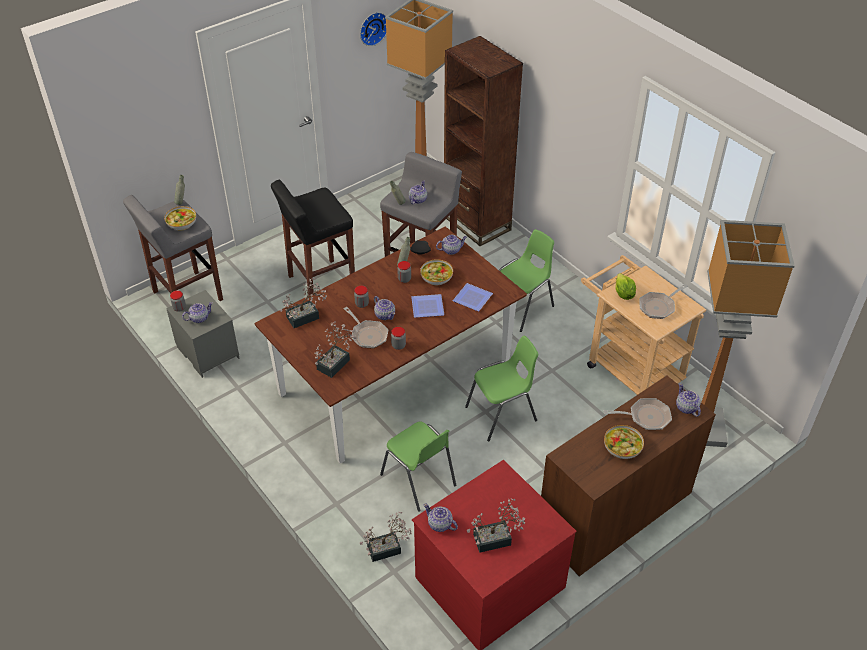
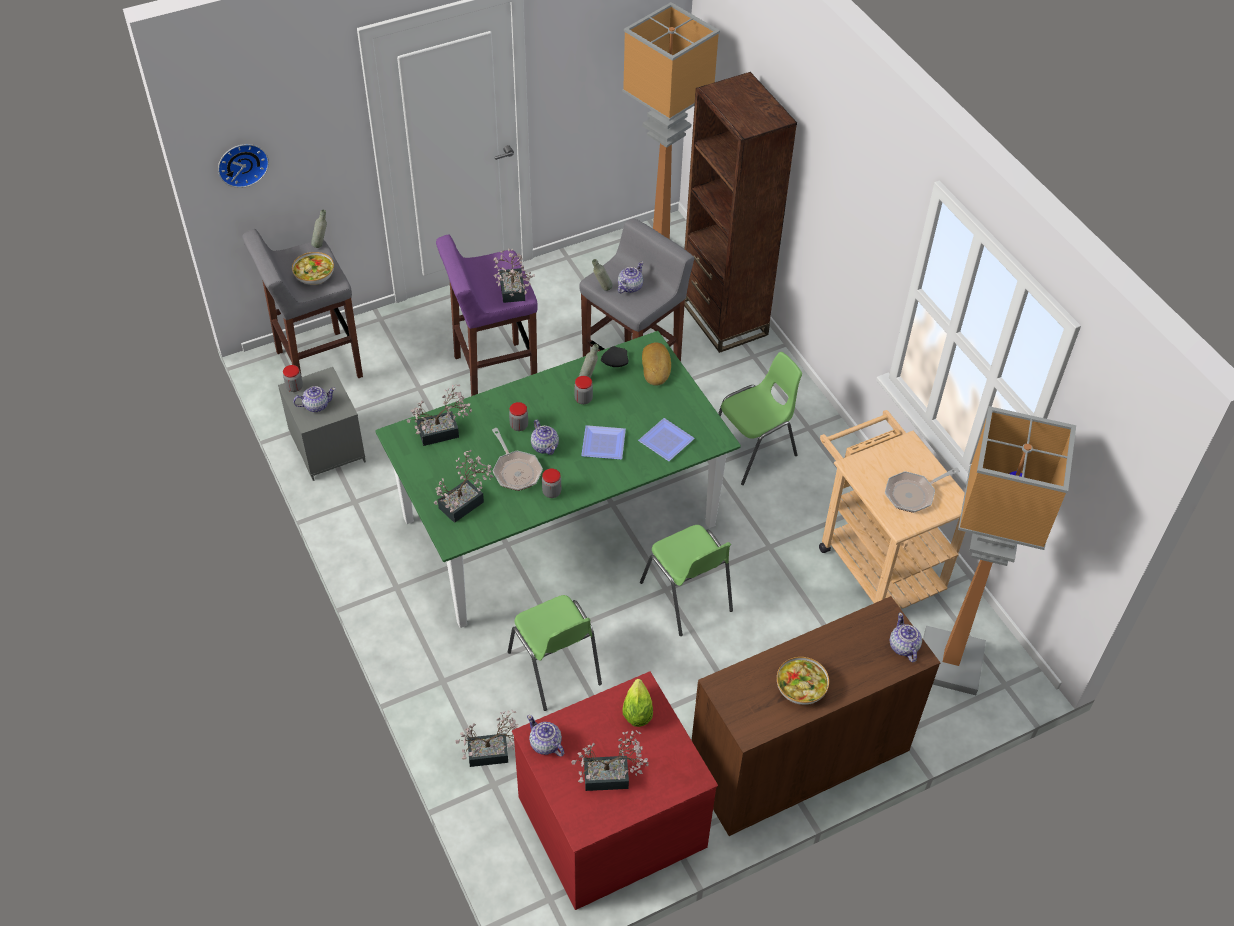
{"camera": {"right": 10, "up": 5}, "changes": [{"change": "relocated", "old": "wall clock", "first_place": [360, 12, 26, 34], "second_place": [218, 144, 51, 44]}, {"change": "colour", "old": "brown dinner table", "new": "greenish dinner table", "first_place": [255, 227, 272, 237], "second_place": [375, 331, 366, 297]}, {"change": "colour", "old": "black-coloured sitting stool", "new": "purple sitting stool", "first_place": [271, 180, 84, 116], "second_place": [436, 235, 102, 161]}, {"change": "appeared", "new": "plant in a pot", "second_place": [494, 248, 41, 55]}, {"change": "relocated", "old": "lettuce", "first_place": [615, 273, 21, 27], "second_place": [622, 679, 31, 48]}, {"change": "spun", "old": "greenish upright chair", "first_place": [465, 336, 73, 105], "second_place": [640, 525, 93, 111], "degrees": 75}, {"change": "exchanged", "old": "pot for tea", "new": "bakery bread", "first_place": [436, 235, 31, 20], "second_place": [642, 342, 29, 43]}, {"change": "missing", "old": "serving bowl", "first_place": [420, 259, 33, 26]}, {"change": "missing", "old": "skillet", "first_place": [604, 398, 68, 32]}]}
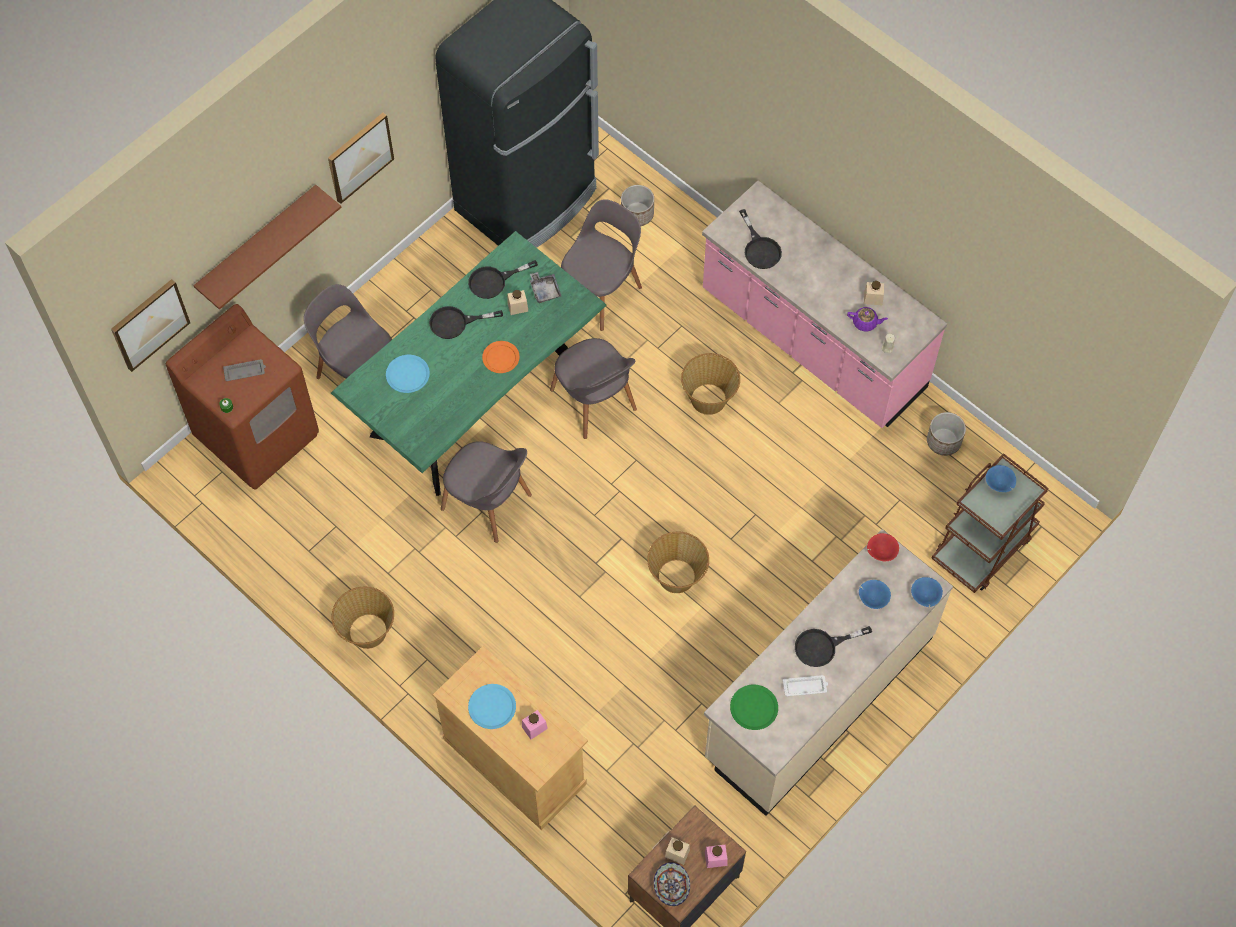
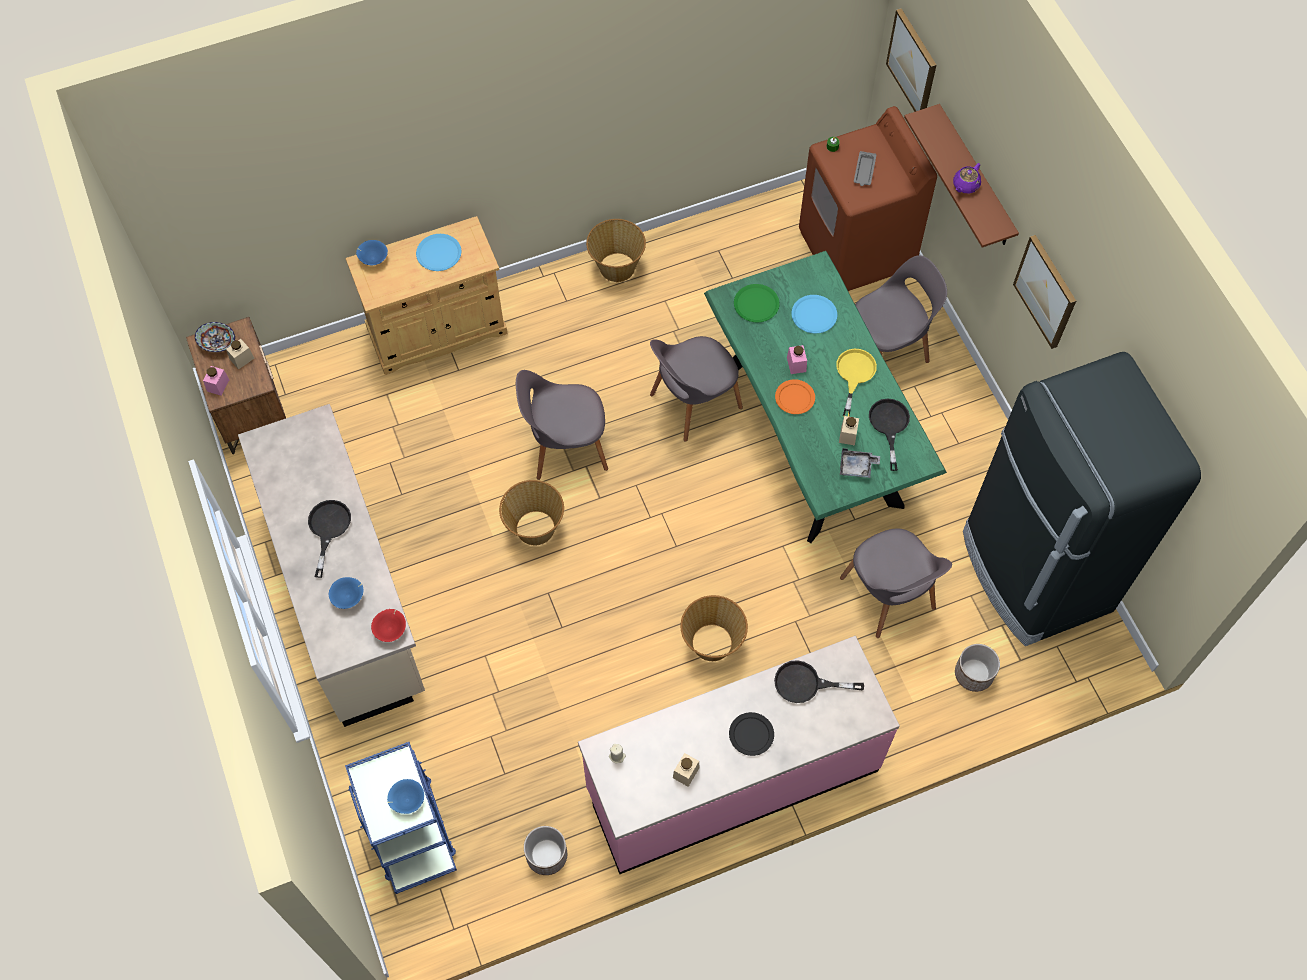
{"camera": {"right": 115, "up": 0}, "changes": [{"change": "colour", "old": "brown trolley", "new": "blue trolley", "first_place": [931, 453, 118, 140], "second_place": [345, 742, 112, 152]}, {"change": "relocated", "old": "blue serving bowl", "first_place": [911, 577, 32, 30], "second_place": [356, 240, 32, 25]}, {"change": "relocated", "old": "greyish upright chair", "first_place": [550, 338, 87, 101], "second_place": [516, 370, 92, 110]}, {"change": "appeared", "new": "black-coloured plate", "second_place": [729, 712, 45, 44]}, {"change": "relocated", "old": "greenish plate", "first_place": [730, 685, 48, 45], "second_place": [734, 284, 46, 38]}, {"change": "relocated", "old": "pink preserve jar", "first_place": [522, 710, 26, 29], "second_place": [787, 345, 20, 29]}, {"change": "colour", "old": "black-coloured skillet", "new": "yellow skillet", "first_place": [429, 306, 74, 33], "second_place": [836, 349, 41, 68]}, {"change": "relocated", "old": "purple pot for tea", "first_place": [847, 307, 41, 24], "second_place": [953, 163, 28, 30]}, {"change": "missing", "old": "white carrying tray", "first_place": [783, 675, 45, 21]}]}
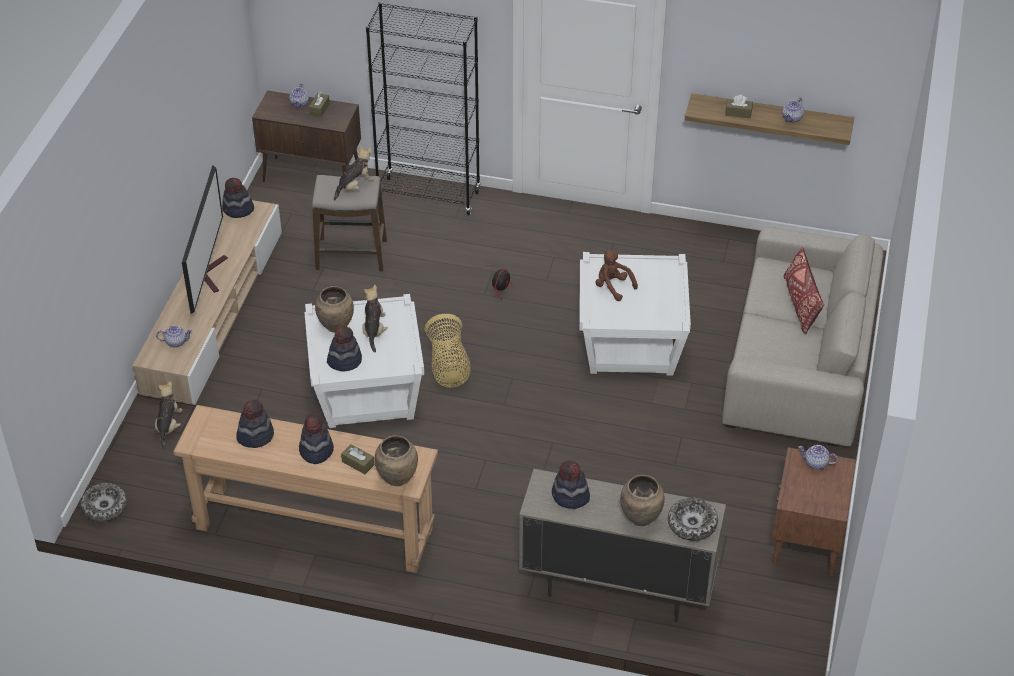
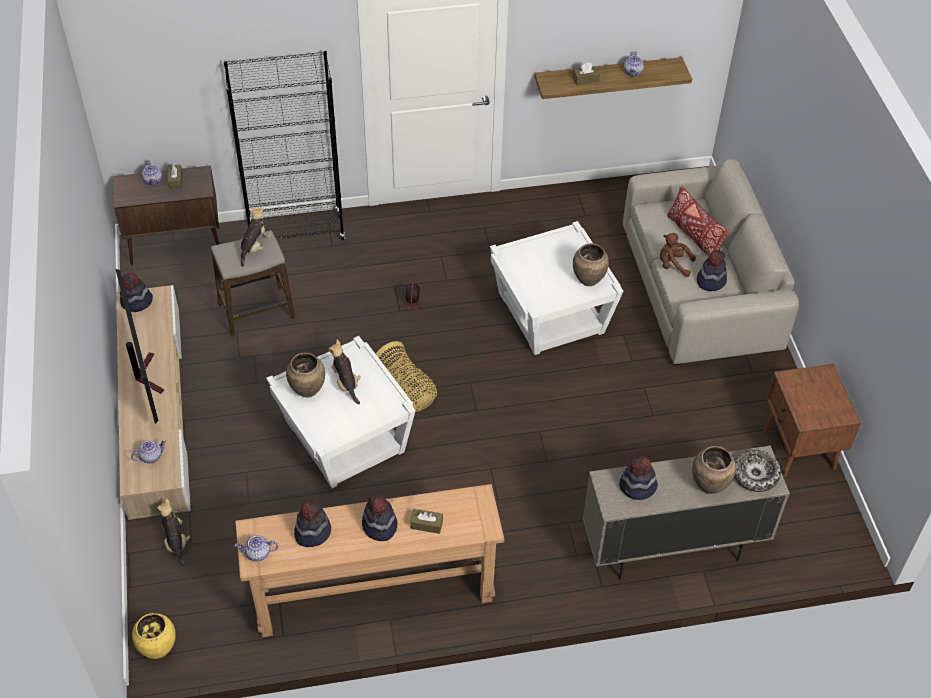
{"camera": {"right": -25, "up": 5}, "changes": [{"change": "exchanged", "old": "serving bowl", "new": "yellow flower vase", "first_place": [81, 483, 46, 39], "second_place": [132, 613, 44, 46]}, {"change": "relocated", "old": "pot for tea", "first_place": [799, 445, 39, 25], "second_place": [235, 535, 43, 26]}, {"change": "relocated", "old": "brown flower vase", "first_place": [375, 435, 43, 51], "second_place": [573, 243, 36, 43]}, {"change": "relocated", "old": "brown cuddly toy", "first_place": [595, 250, 43, 51], "second_place": [660, 233, 36, 44]}, {"change": "relocated", "old": "clothing hat", "first_place": [327, 327, 35, 45], "second_place": [697, 250, 30, 41]}]}
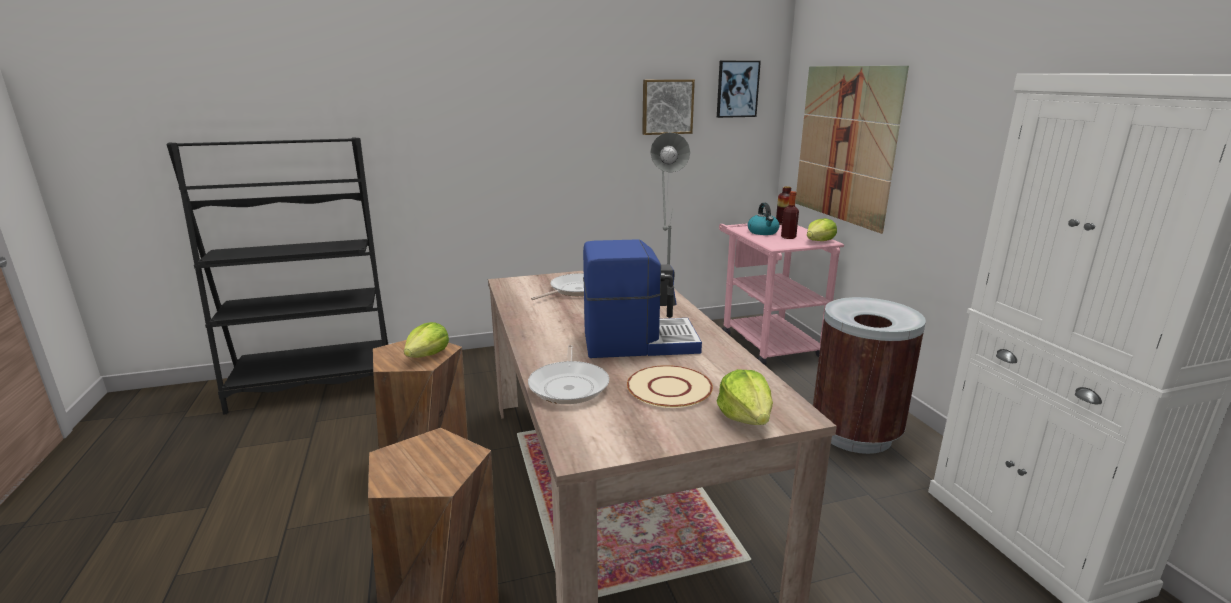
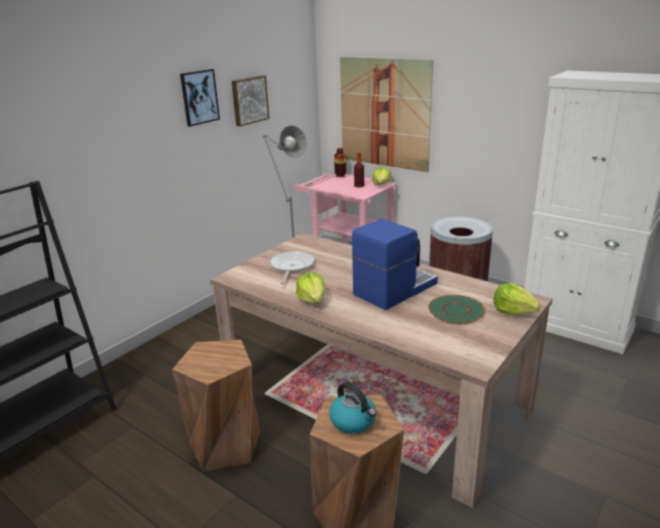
{"camera": {"right": -35, "up": 5}, "changes": [{"change": "relocated", "old": "wall art", "first_place": [717, 61, 44, 57], "second_place": [180, 69, 40, 58]}, {"change": "relocated", "old": "lettuce", "first_place": [404, 322, 45, 35], "second_place": [296, 273, 30, 30]}, {"change": "relocated", "old": "tea kettle", "first_place": [748, 203, 31, 32], "second_place": [329, 382, 47, 52]}, {"change": "colour", "old": "beige plate", "new": "greenish plate", "first_place": [627, 365, 86, 43], "second_place": [428, 295, 57, 29]}, {"change": "missing", "old": "skillet", "first_place": [528, 345, 81, 59]}]}
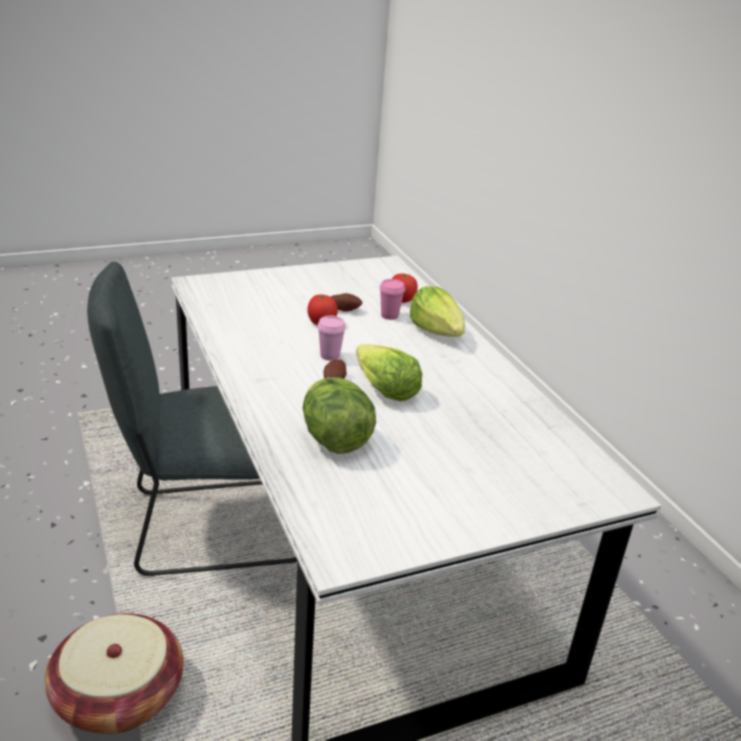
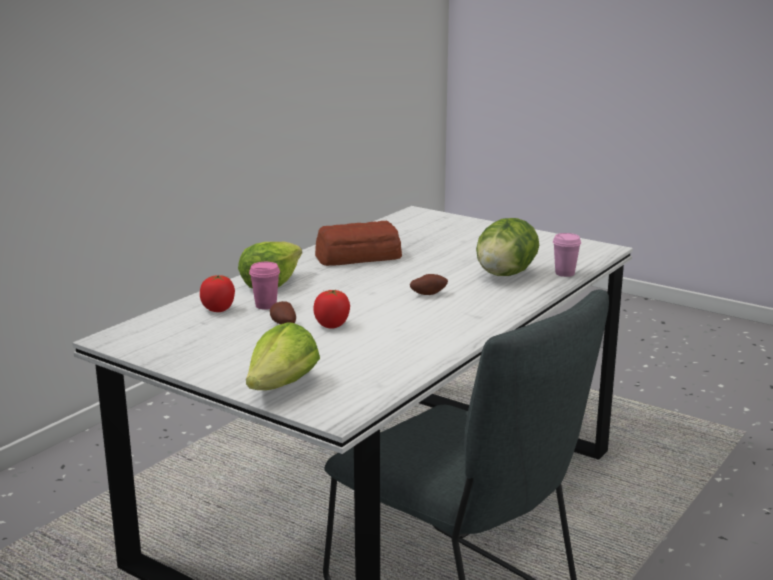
{"camera": {"right": -120, "up": -10}, "changes": [{"change": "relocated", "old": "lettuce", "first_place": [356, 344, 66, 57], "second_place": [246, 323, 74, 67]}, {"change": "appeared", "new": "bakery bread", "second_place": [315, 221, 87, 45]}, {"change": "relocated", "old": "pink cup", "first_place": [317, 316, 29, 45], "second_place": [553, 233, 28, 44]}, {"change": "missing", "old": "storage basket", "first_place": [45, 613, 138, 121]}]}
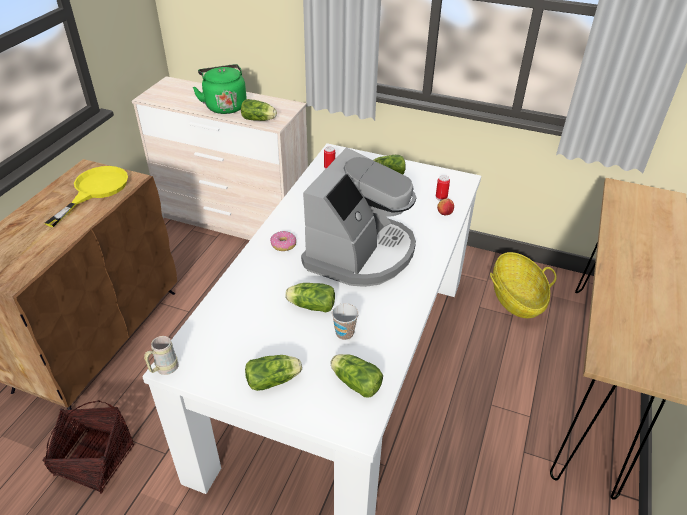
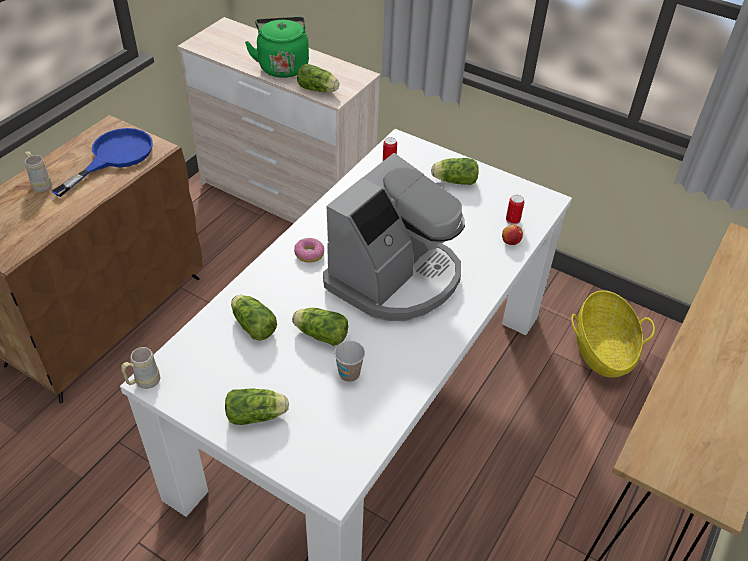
{"camera": {"right": 10, "up": 5}, "changes": [{"change": "appeared", "new": "beige coffee mug", "second_place": [25, 151, 27, 41]}, {"change": "colour", "old": "yellow skillet", "new": "blue skillet", "first_place": [45, 166, 83, 61], "second_place": [52, 128, 101, 69]}, {"change": "relocated", "old": "lettuce", "first_place": [330, 354, 53, 43], "second_place": [231, 295, 46, 46]}, {"change": "missing", "old": "storage basket", "first_place": [42, 400, 92, 94]}]}
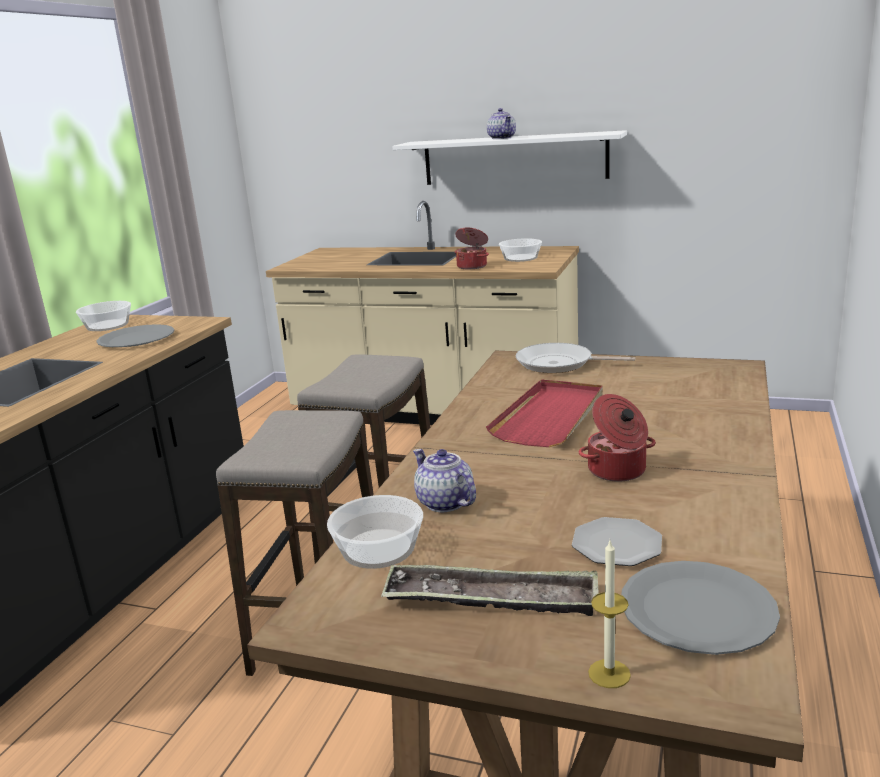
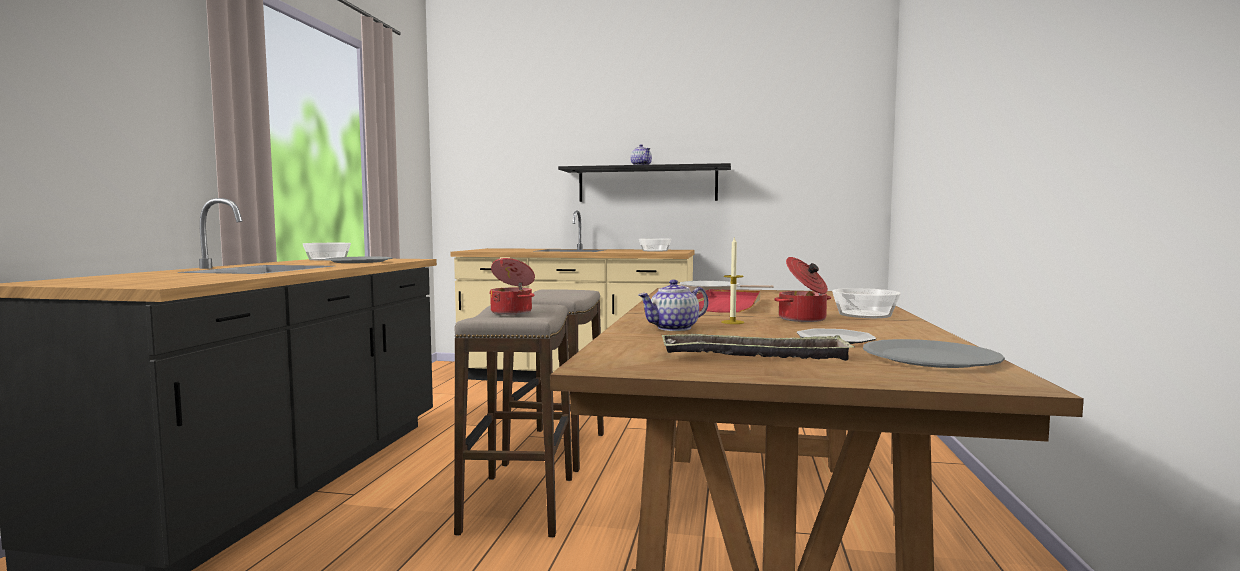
{"camera": {"right": -10, "up": -15}, "changes": [{"change": "relocated", "old": "saucepot", "first_place": [454, 227, 35, 42], "second_place": [489, 258, 46, 57]}, {"change": "colour", "old": "white shelf", "new": "black-coloured shelf", "first_place": [392, 130, 235, 55], "second_place": [558, 163, 173, 39]}, {"change": "spun", "old": "pot for tea", "first_place": [413, 449, 63, 63], "second_place": [638, 280, 70, 51], "degrees": -75}, {"change": "relocated", "old": "wax candle", "first_place": [588, 541, 43, 147], "second_place": [721, 237, 23, 87]}, {"change": "relocated", "old": "serving bowl", "first_place": [327, 495, 96, 74], "second_place": [832, 288, 69, 30]}]}
